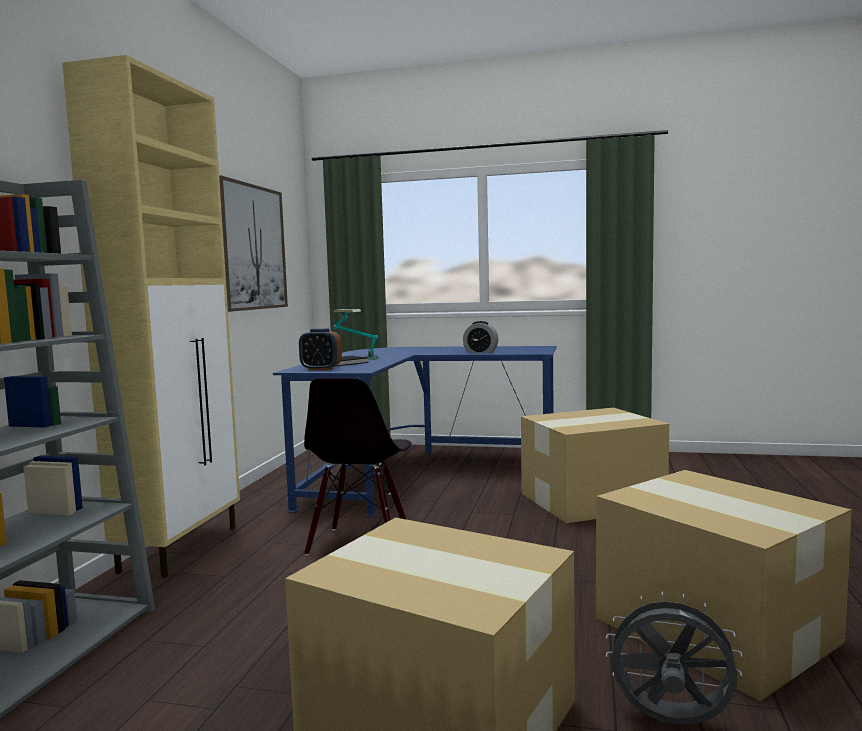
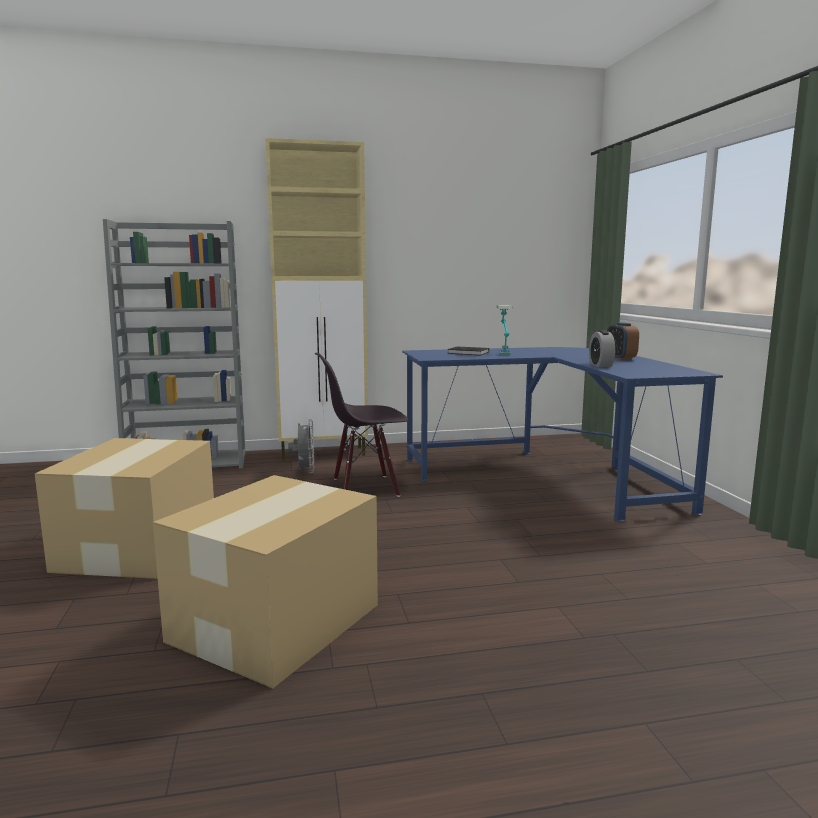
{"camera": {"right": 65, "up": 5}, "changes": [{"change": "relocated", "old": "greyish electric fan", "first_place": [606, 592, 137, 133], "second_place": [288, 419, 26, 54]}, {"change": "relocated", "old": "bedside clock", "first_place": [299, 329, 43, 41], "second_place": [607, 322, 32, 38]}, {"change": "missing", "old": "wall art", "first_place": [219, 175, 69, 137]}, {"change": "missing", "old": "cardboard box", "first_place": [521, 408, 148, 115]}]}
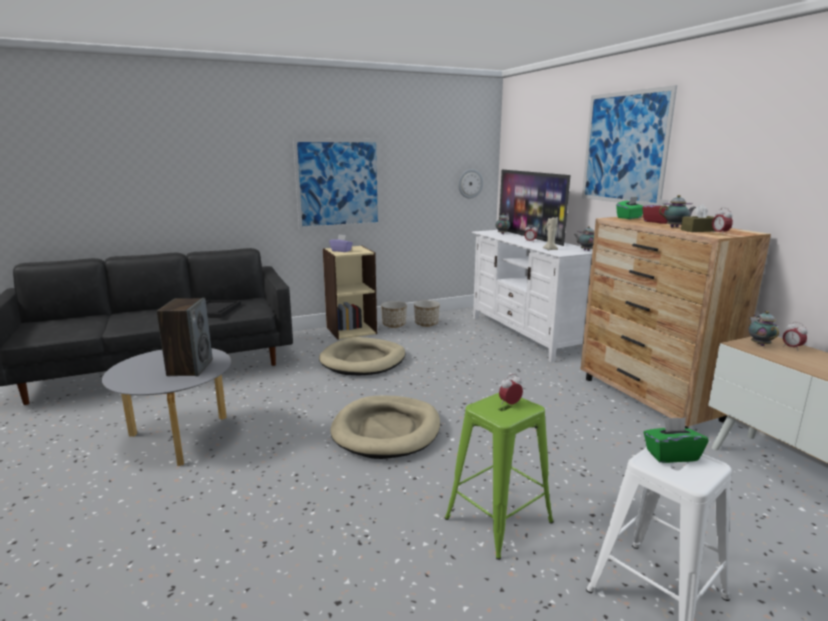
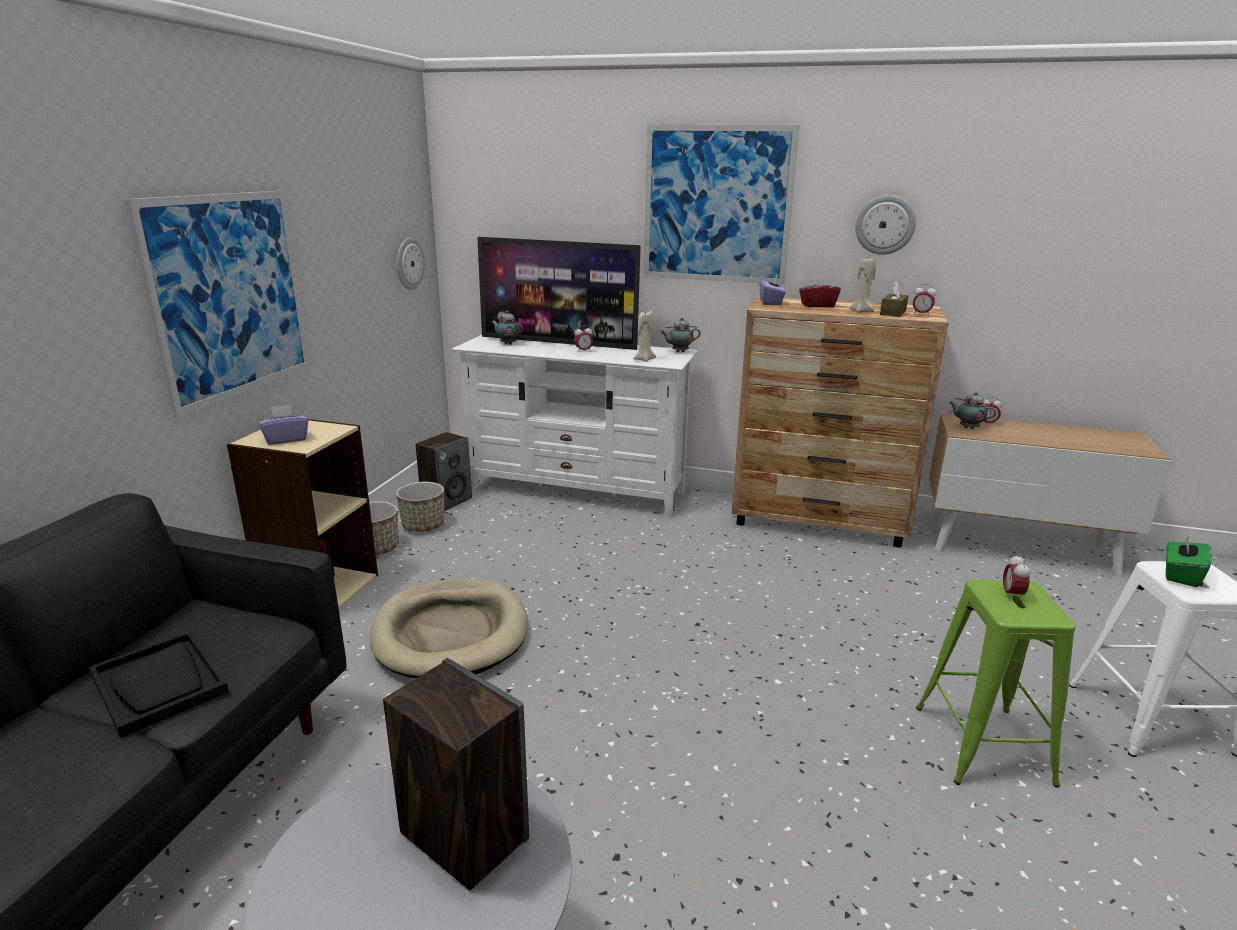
{"camera": {"right": -50, "up": 5}, "changes": [{"change": "appeared", "new": "speaker", "second_place": [415, 432, 57, 79]}, {"change": "colour", "old": "greenish tissue box", "new": "purple tissue box", "first_place": [616, 197, 27, 22], "second_place": [760, 275, 26, 30]}, {"change": "exchanged", "old": "pot for tea", "new": "beige wax candle", "first_place": [659, 195, 37, 32], "second_place": [849, 258, 28, 55]}, {"change": "appeared", "new": "wall clock", "second_place": [855, 195, 61, 60]}, {"change": "missing", "old": "beige pet bed", "first_place": [330, 396, 110, 63]}]}
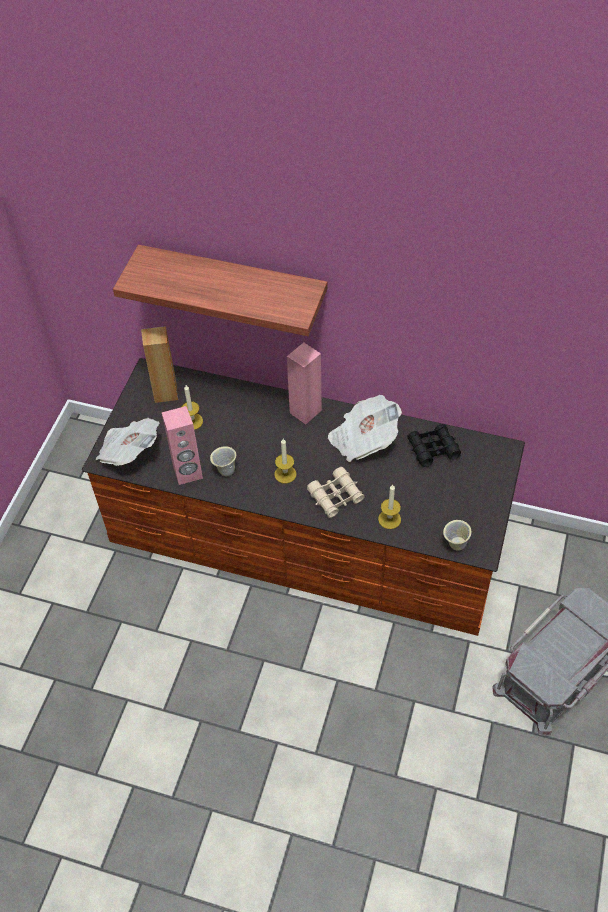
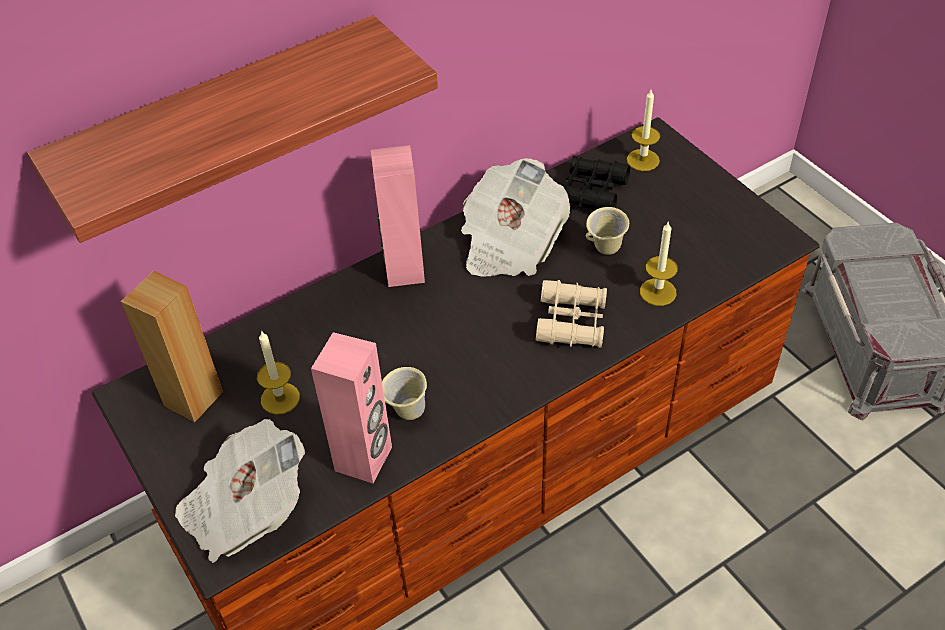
{"camera": {"right": -50, "up": -5}, "changes": [{"change": "relocated", "old": "beige coffee mug", "first_place": [443, 520, 28, 31], "second_place": [586, 207, 43, 48]}, {"change": "relocated", "old": "wax candle", "first_place": [274, 439, 22, 44], "second_place": [627, 90, 33, 81]}]}
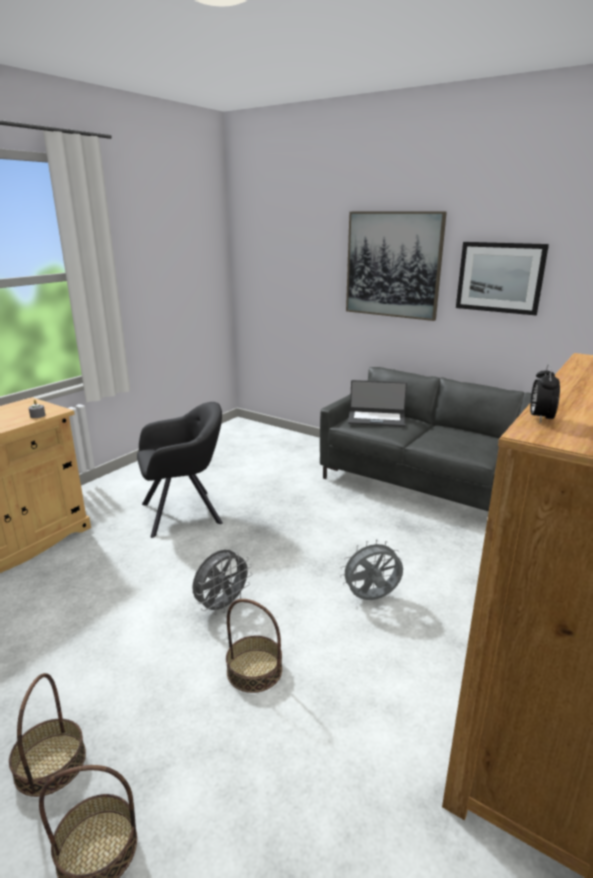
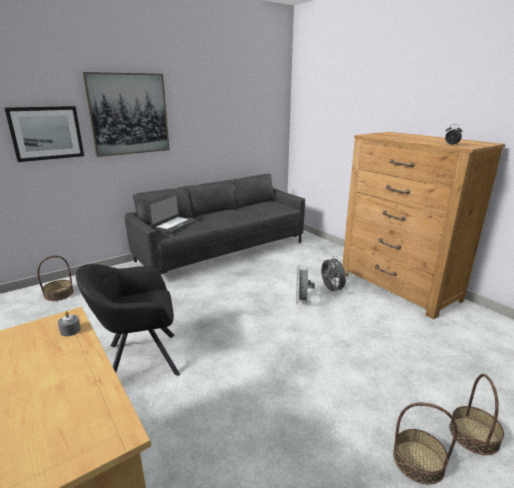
{"camera": {"right": -70, "up": 0}, "changes": [{"change": "relocated", "old": "wall art", "first_place": [456, 242, 93, 73], "second_place": [5, 106, 79, 56]}, {"change": "relocated", "old": "storage basket", "first_place": [226, 599, 56, 94], "second_place": [37, 256, 37, 45]}, {"change": "spun", "old": "black-coloured armchair", "first_place": [137, 402, 86, 136], "second_place": [76, 264, 104, 112], "degrees": -105}, {"change": "relocated", "old": "greyish electric fan", "first_place": [192, 550, 60, 65], "second_place": [321, 256, 28, 36]}]}
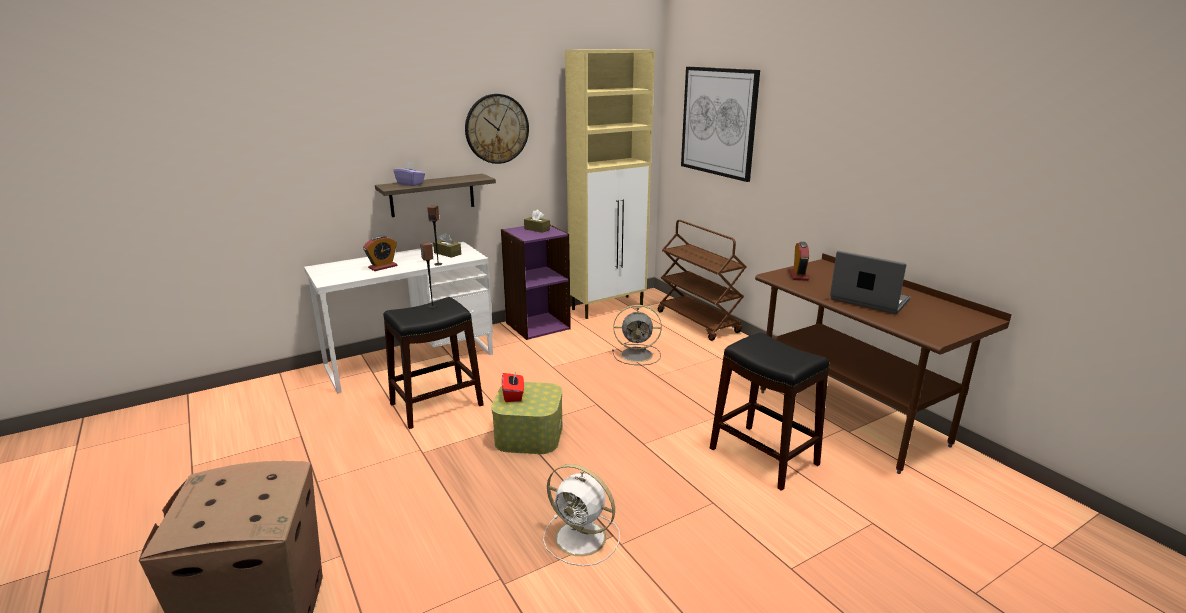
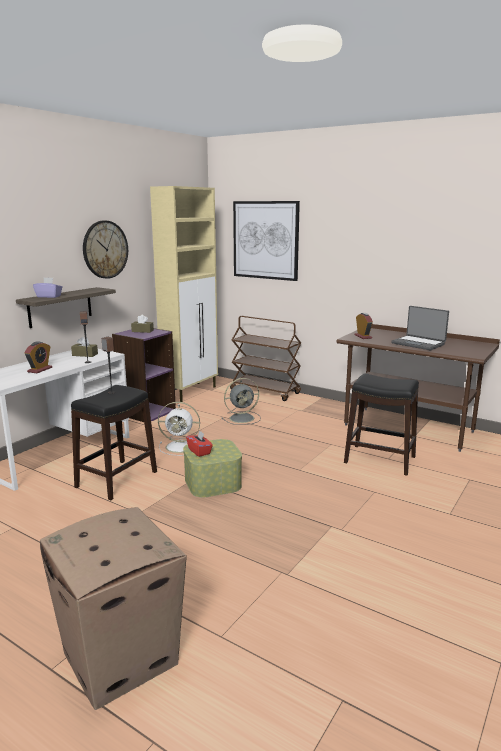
{"camera": {"right": -25, "up": -5}, "changes": [{"change": "relocated", "old": "white electric fan", "first_place": [543, 464, 77, 102], "second_place": [158, 402, 42, 54]}, {"change": "spun", "old": "portable computer", "first_place": [830, 251, 80, 63], "second_place": [391, 306, 58, 44], "degrees": -150}]}
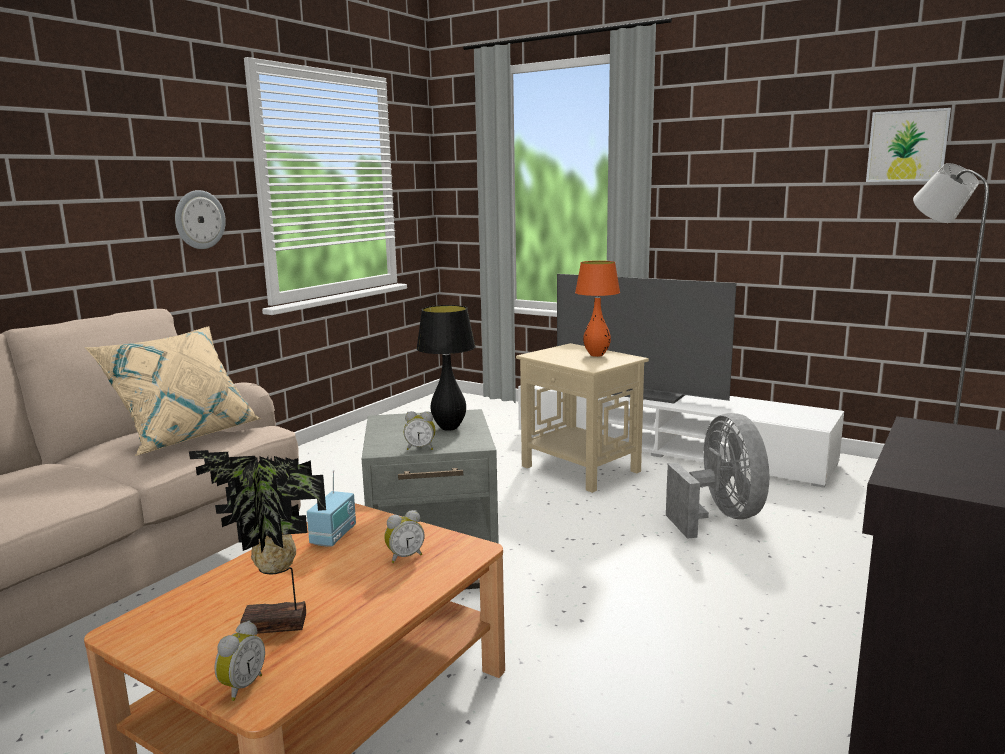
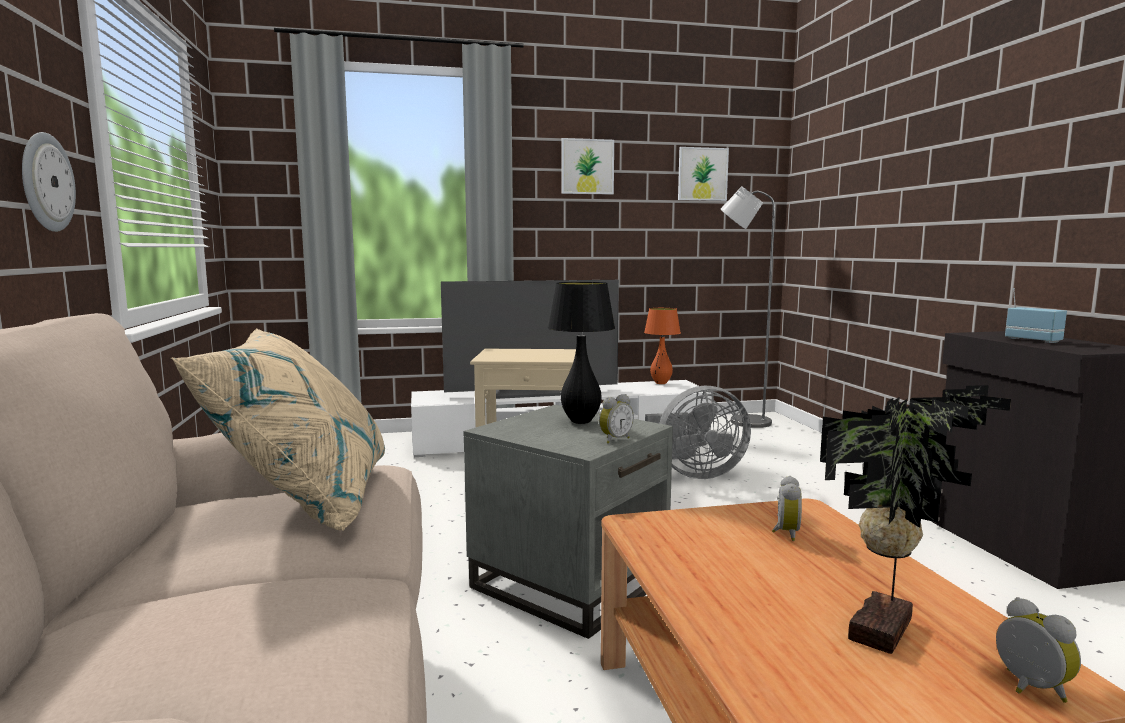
{"camera": {"right": -45, "up": -5}, "changes": [{"change": "appeared", "new": "wall art", "second_place": [562, 138, 52, 57]}, {"change": "relocated", "old": "orange-coloured tabletop lamp", "first_place": [575, 261, 45, 96], "second_place": [644, 308, 37, 76]}, {"change": "spun", "old": "greyish electric fan", "first_place": [666, 413, 103, 126], "second_place": [645, 386, 106, 93], "degrees": 135}, {"change": "relocated", "old": "radio", "first_place": [307, 470, 49, 77], "second_place": [1005, 288, 62, 55]}]}
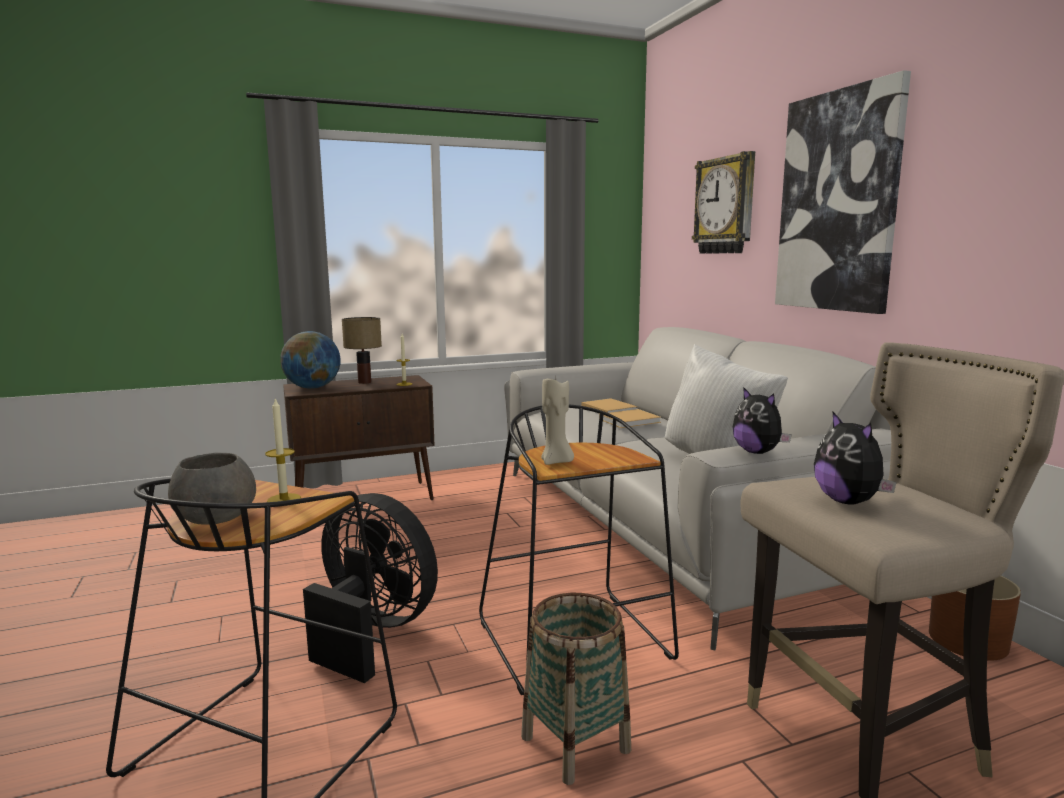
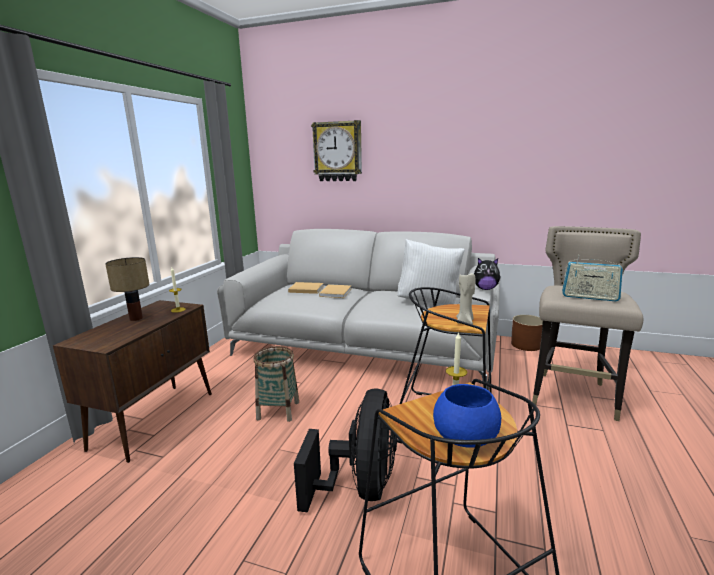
{"camera": {"right": -50, "up": 5}, "changes": [{"change": "relocated", "old": "storage basket", "first_place": [521, 593, 110, 192], "second_place": [253, 346, 46, 76]}, {"change": "spun", "old": "black-coloured electric fan", "first_place": [303, 493, 135, 190], "second_place": [294, 388, 103, 124], "degrees": 120}, {"change": "colour", "old": "greyish serving bowl", "new": "blue serving bowl", "first_place": [168, 453, 88, 72], "second_place": [433, 384, 68, 64]}, {"change": "exchanged", "old": "cuddly toy", "new": "radio", "first_place": [814, 412, 83, 93], "second_place": [562, 255, 61, 46]}, {"change": "missing", "old": "globe", "first_place": [280, 331, 61, 58]}, {"change": "missing", "old": "wall art", "first_place": [775, 70, 136, 244]}]}
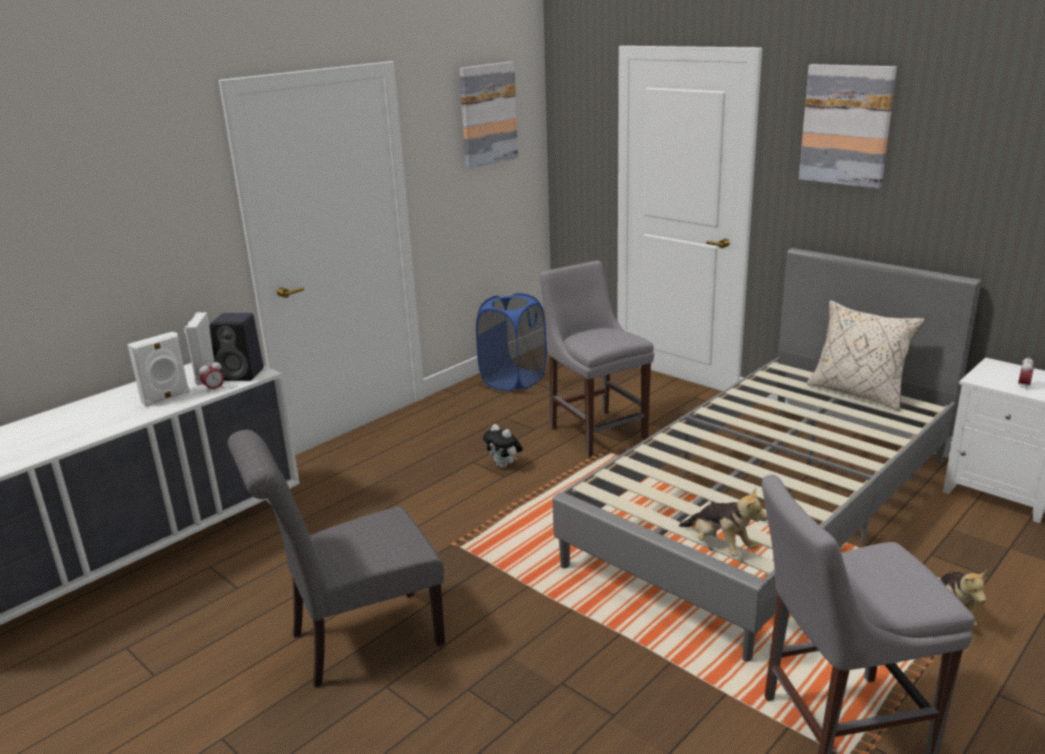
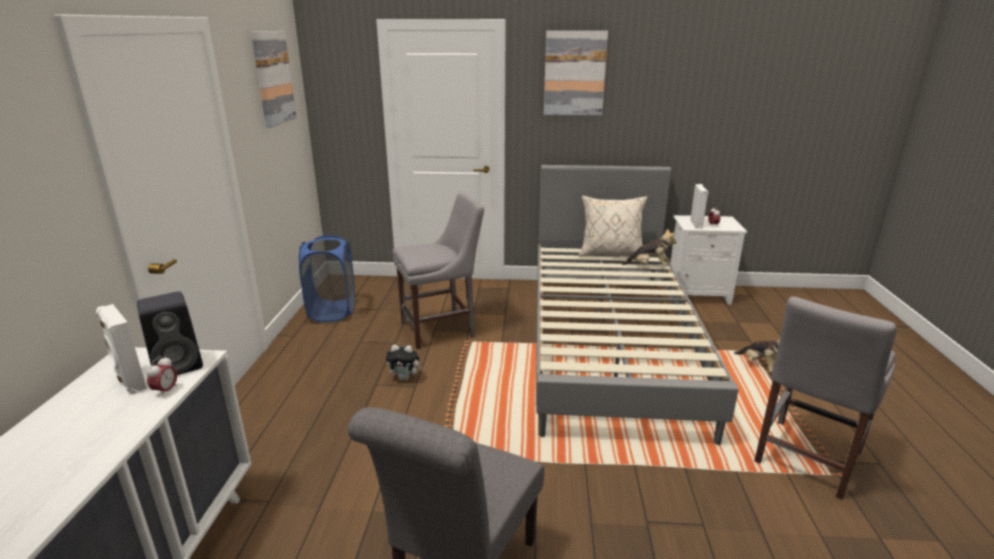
{"camera": {"right": -40, "up": 0}, "changes": [{"change": "spun", "old": "greyish upright chair", "first_place": [540, 260, 114, 197], "second_place": [392, 192, 92, 157], "degrees": 135}, {"change": "relocated", "old": "cuddly toy", "first_place": [679, 487, 89, 69], "second_place": [622, 228, 55, 38]}, {"change": "relocated", "old": "white speaker", "first_place": [127, 331, 63, 76], "second_place": [690, 184, 19, 45]}]}
